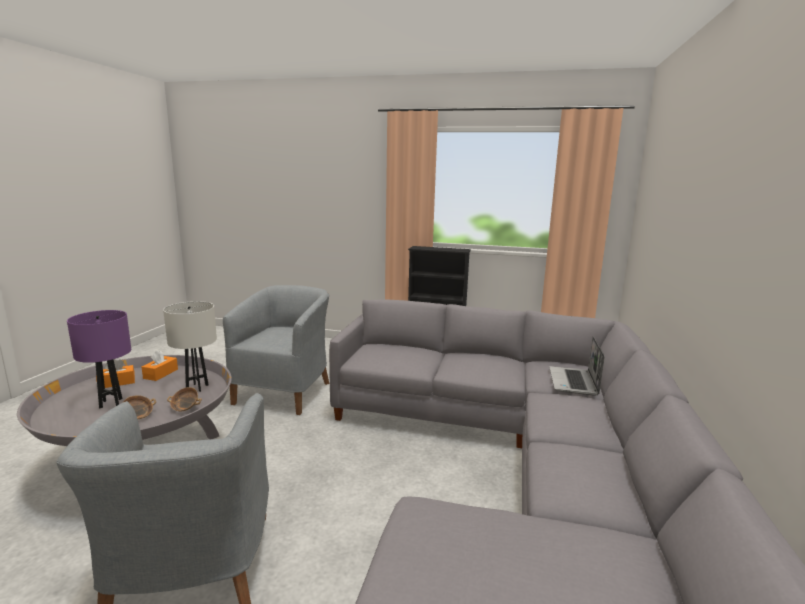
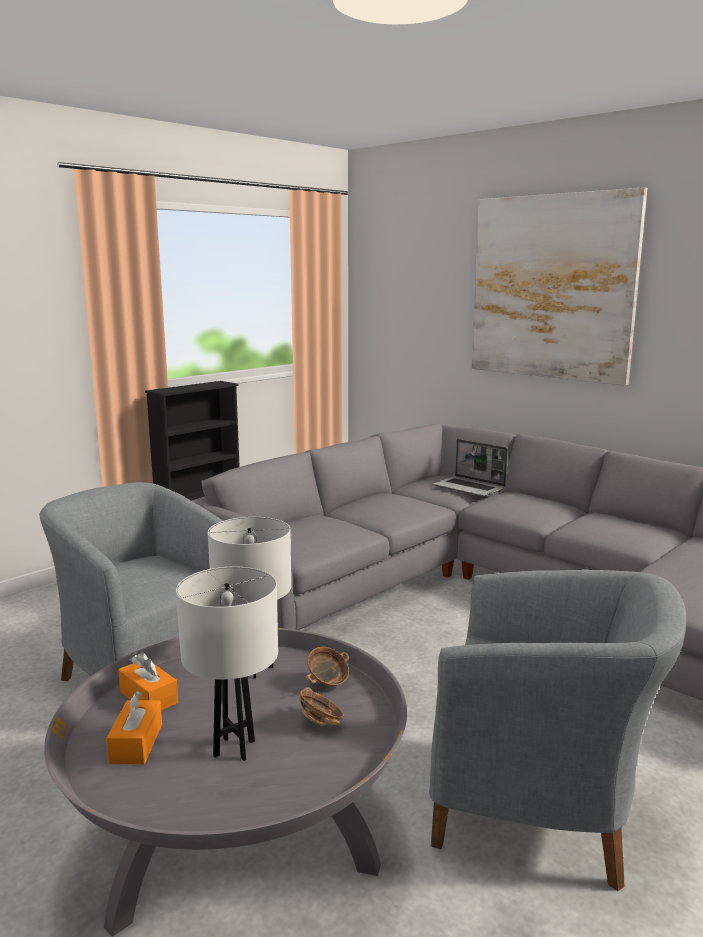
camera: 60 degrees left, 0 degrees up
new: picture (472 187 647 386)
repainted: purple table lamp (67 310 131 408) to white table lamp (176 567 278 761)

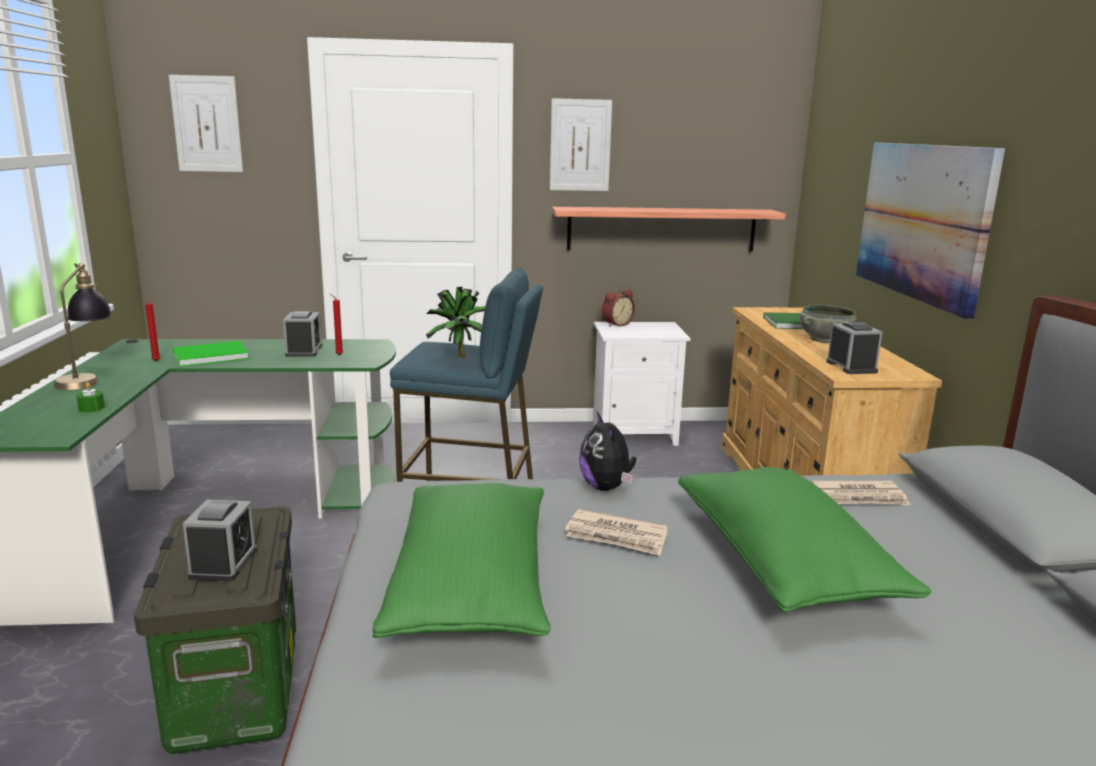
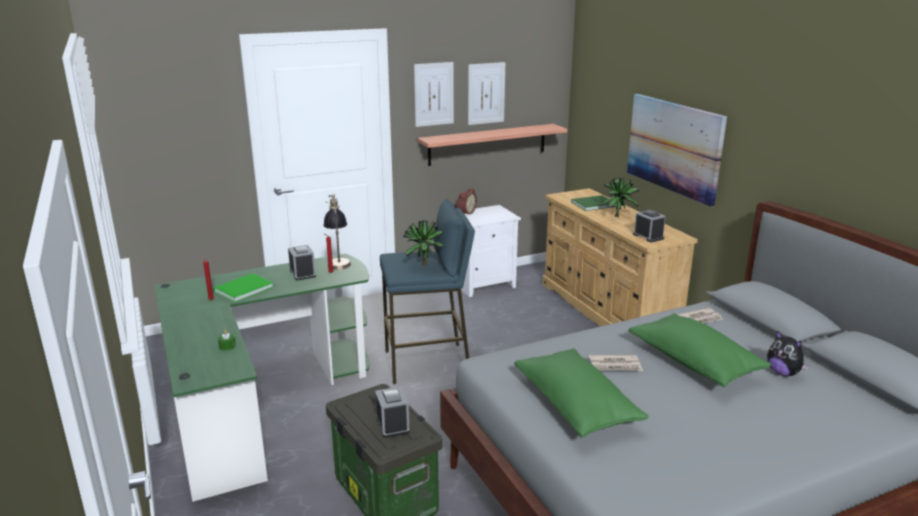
camera: 20 degrees left, 5 degrees up
shifted: table lamp (54 263 112 390) to (323 194 351 270); picture (169 75 243 172) to (468 62 505 125); plush toy (579 411 636 491) to (767 331 810 376)
swapped: grey bowl (800 305 857 343) to potted plant (602 178 640 217)

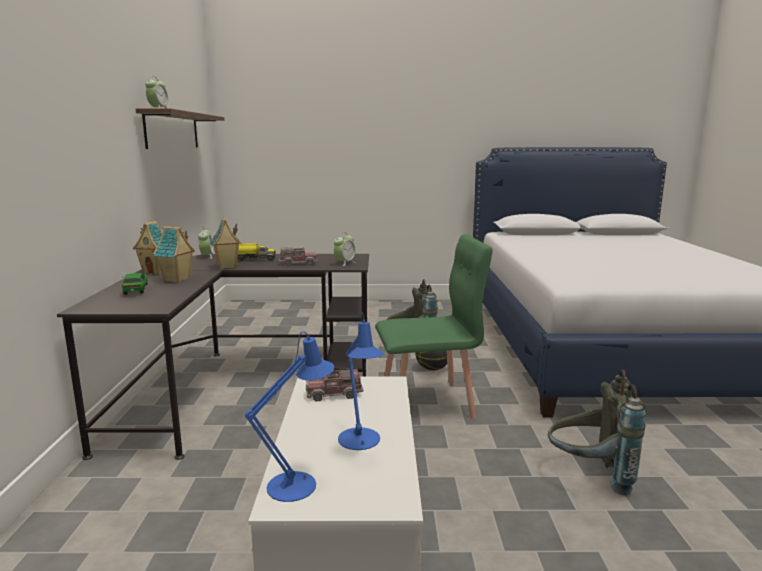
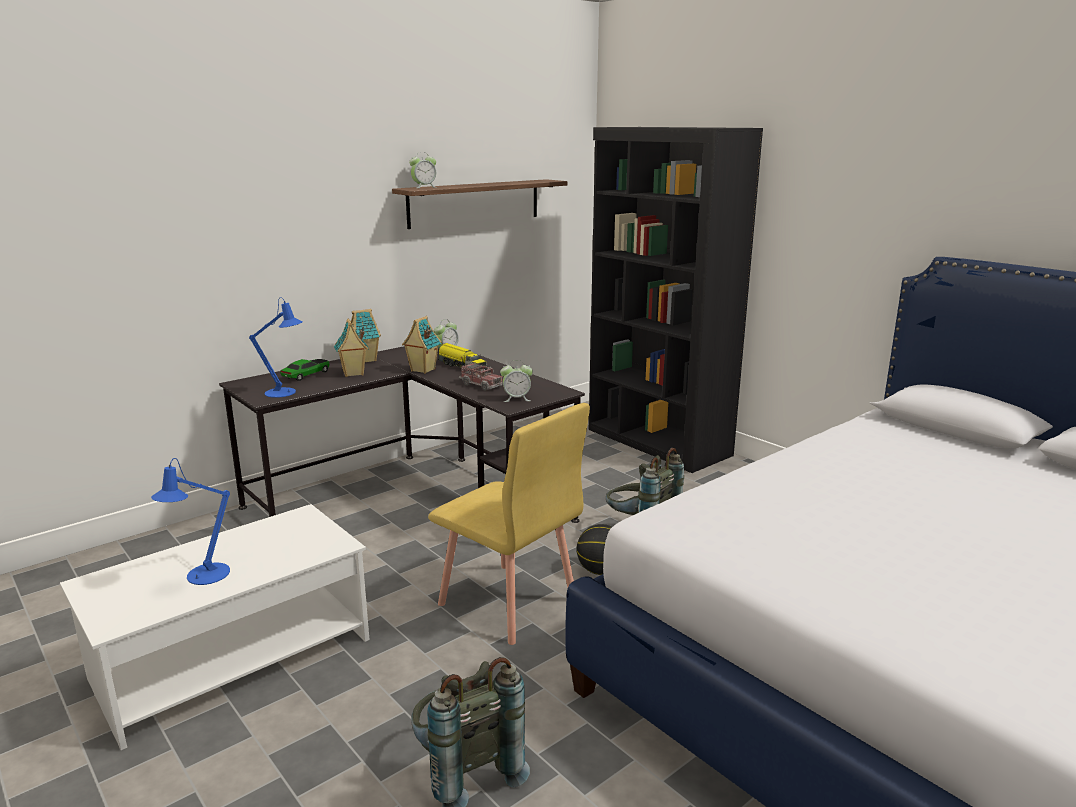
camera: 50 degrees right, 5 degrees up
gone: toy truck (306 368 364 402)
new: black bookcase (589 127 763 473)
shifted: blue table lamp (245 331 334 502) to (249 297 303 398)
repainted: green chair (375 234 493 419) to yellow chair (428 403 590 645)

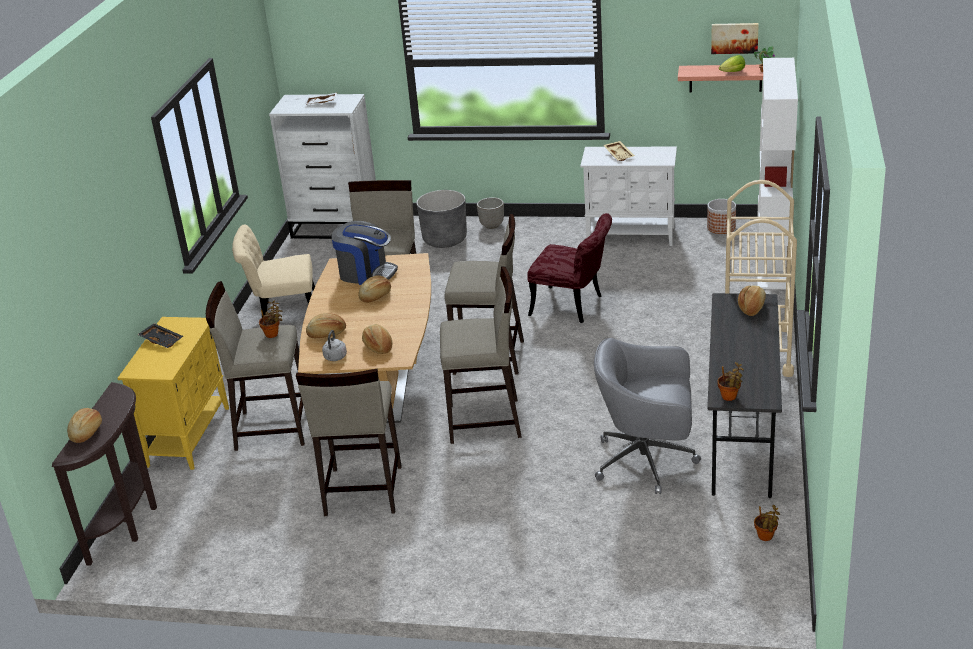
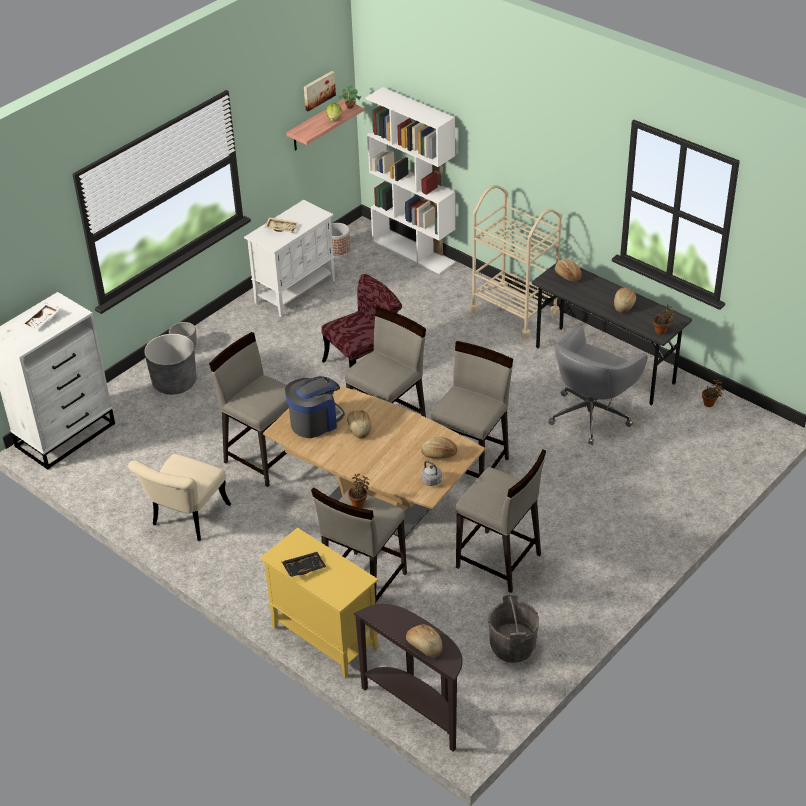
camera: 60 degrees left, 10 degrees up
new: grey bucket (488 594 539 662)
shifted: bread (306 313 346 338) to (614 287 636 313)

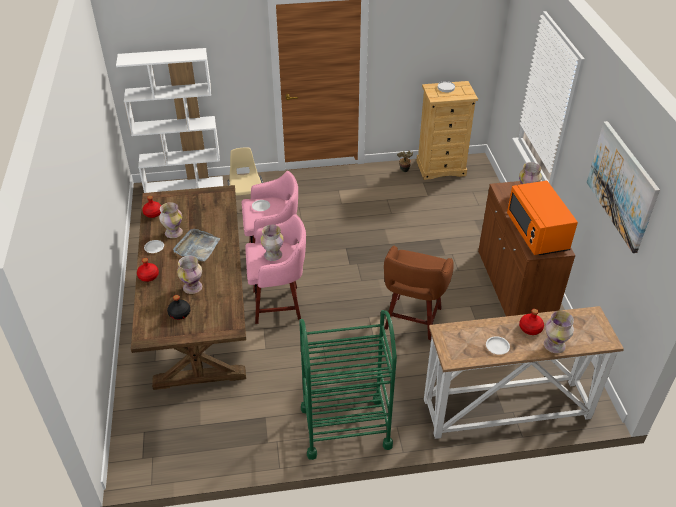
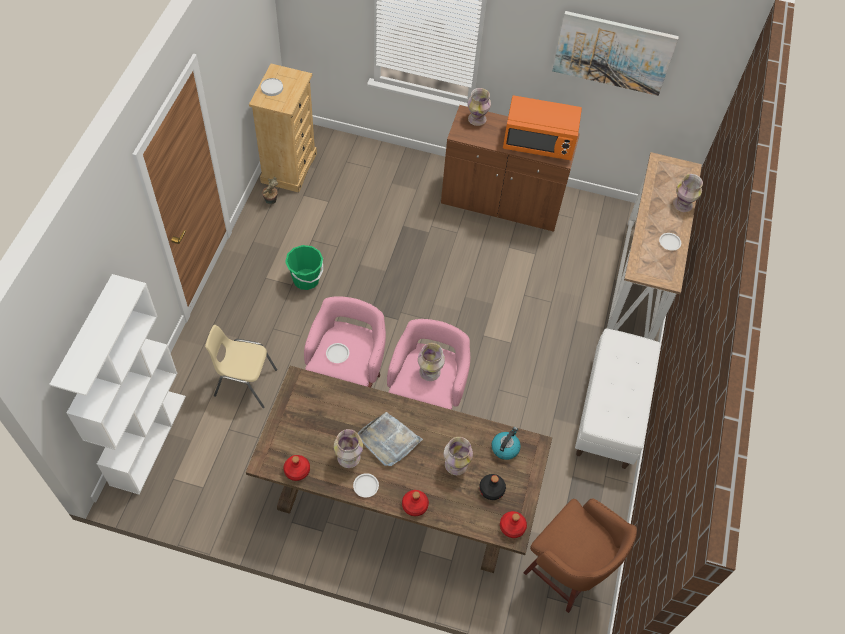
camera: 70 degrees left, 15 degrees up
new: green bucket (285 245 323 290); kettle (492 427 521 460)
shifted: brown stool (384 246 454 340) to (523 499 637 613); red bottle (519 309 544 335) to (500 511 527 538)
swapped: green cart (299 310 397 460) to white bench (575 328 660 469)

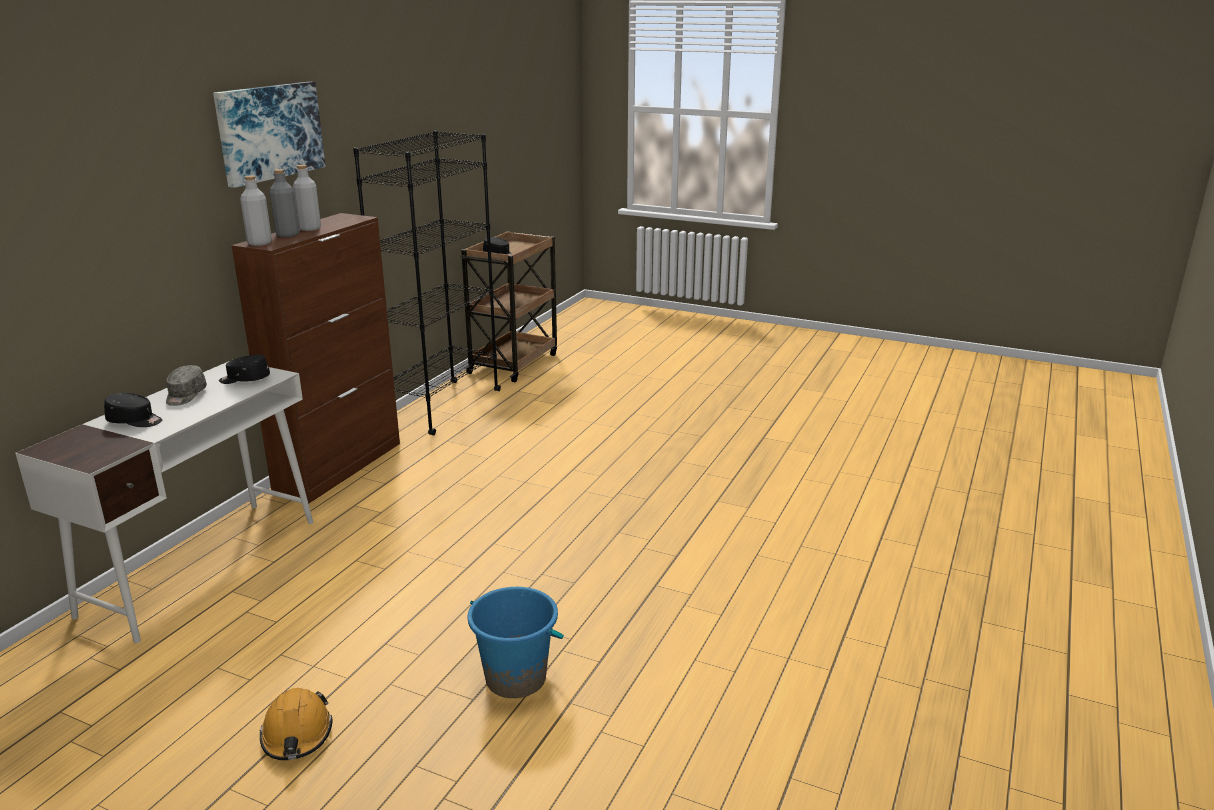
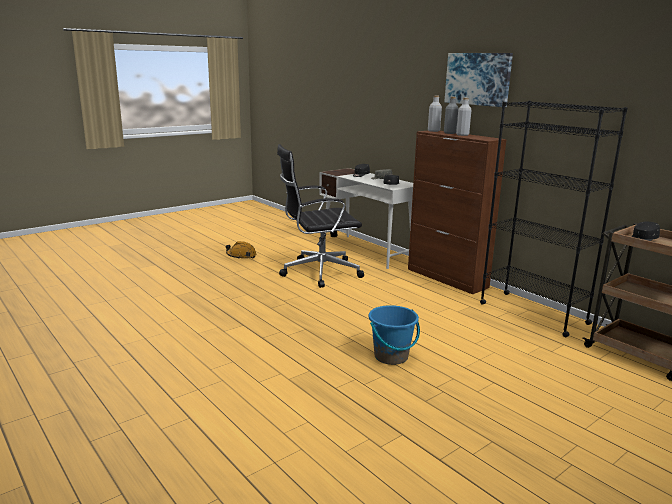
camera: 115 degrees right, 5 degrees down
new: black office chair (277 144 364 288)
shifted: blue bucket (468 587 564 698) to (369 305 420 365)

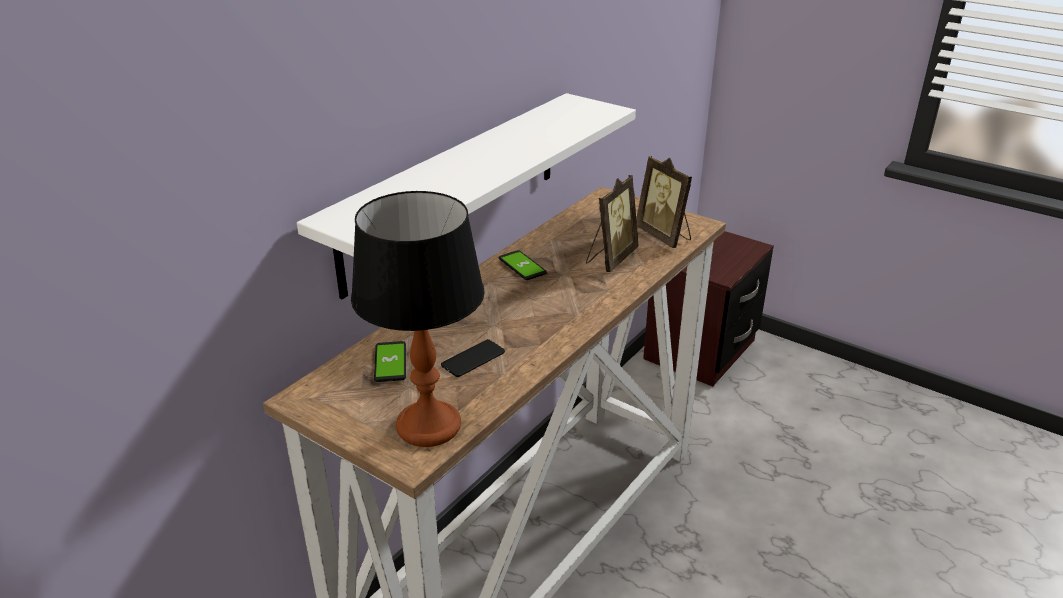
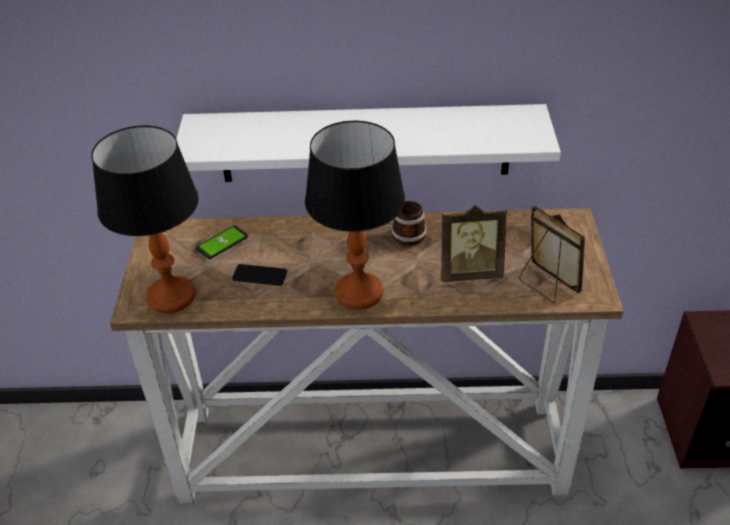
camera: 55 degrees right, 10 degrees up
new: table lamp (305 121 405 310)
swapped: phone (499 250 547 280) to mug (385 201 427 246)
rotated: picture frame (636 156 692 248) = (519 206 585 303) 120 degrees clockwise

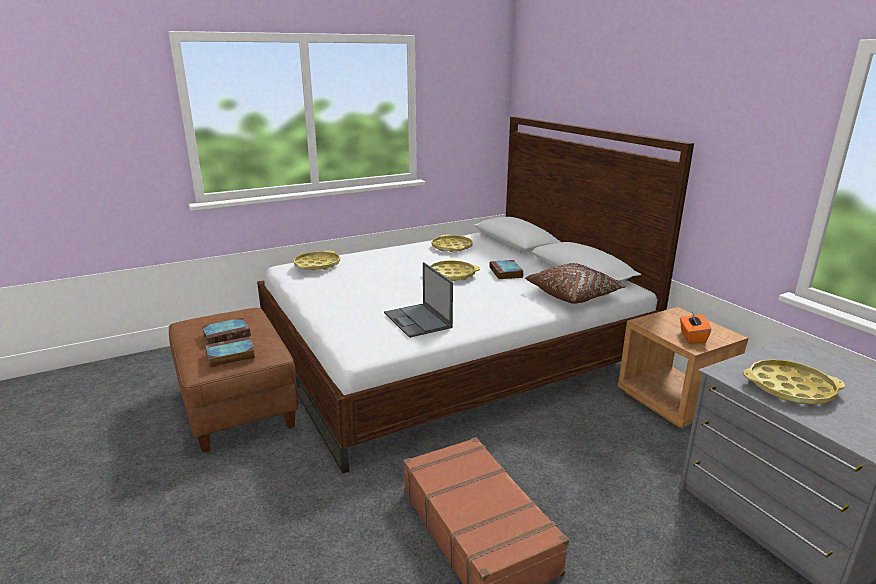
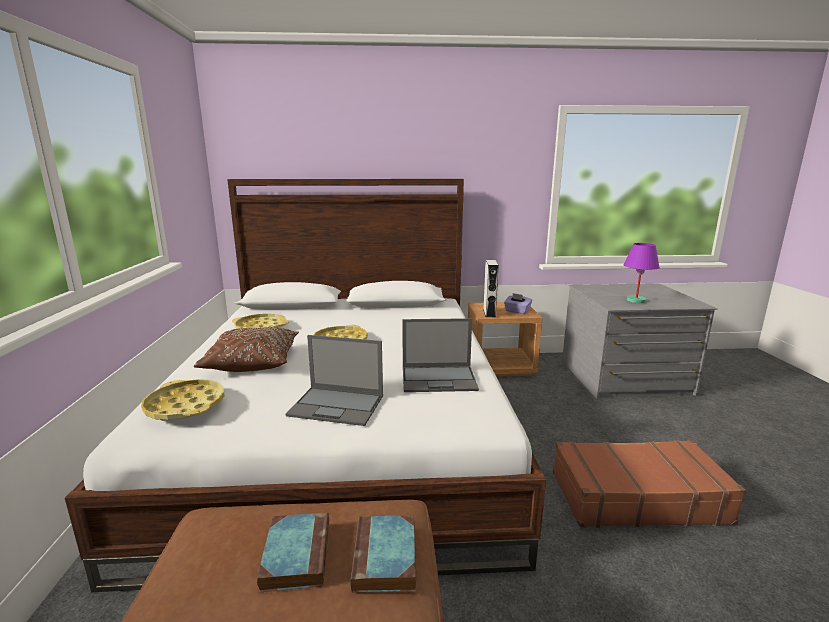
camera: 65 degrees left, 5 degrees down
gone: book (489 260 524 279)
new: laptop (286 335 383 426); grey speaker (483 260 499 317)
shifted: brown pillow (525 263 627 304) to (194 327 299 372)
swapped: yellow tray (743 359 845 404) to purple table lamp (624 243 660 303)
repainted: orange tissue box (680 312 711 343) to purple tissue box (504 293 532 314)

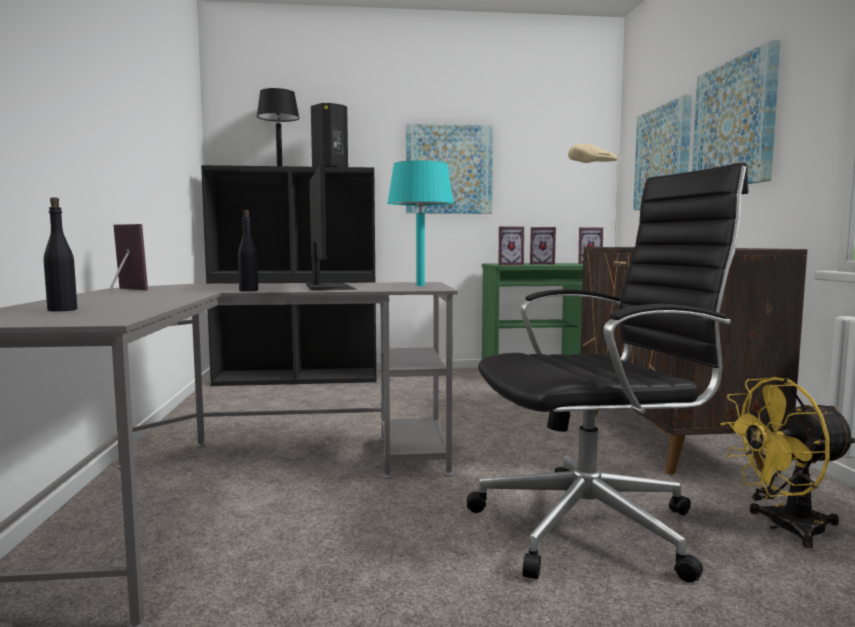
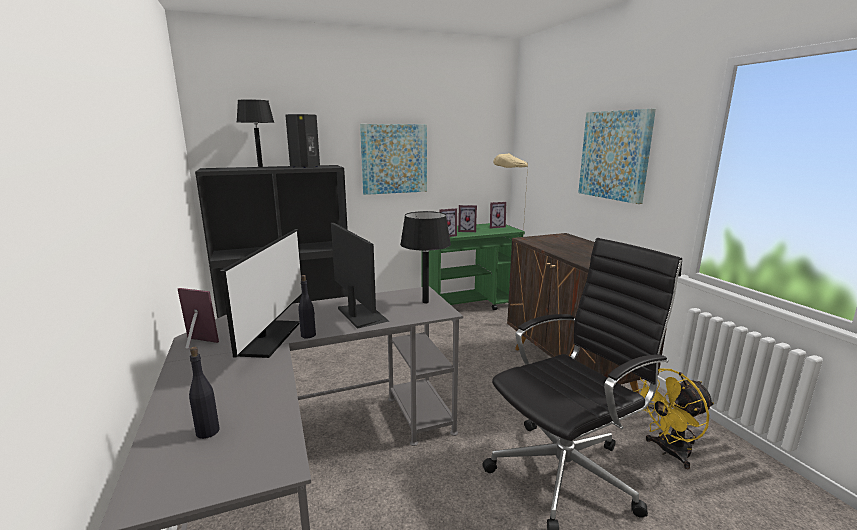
camera: 15 degrees left, 10 degrees up
gone: picture (633 94 692 210)
new: monitor (220 229 302 358)
repainted: turquoise table lamp (387 160 454 286) to black table lamp (400 211 451 303)

